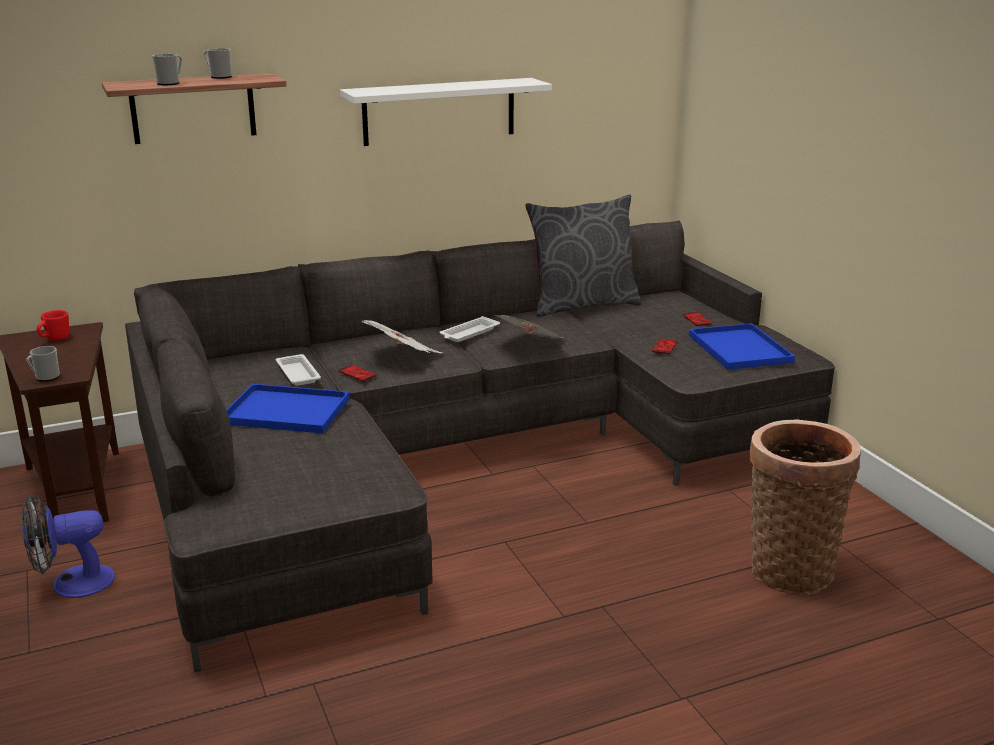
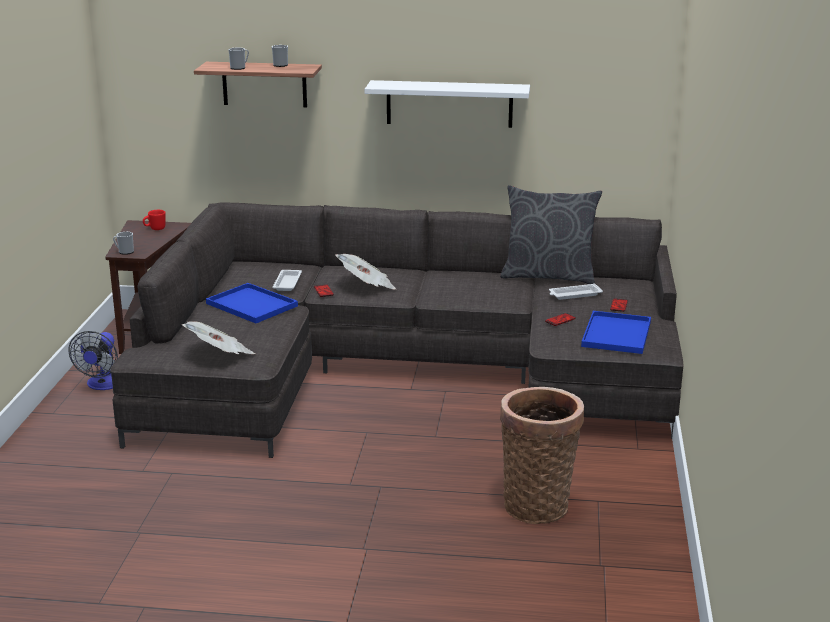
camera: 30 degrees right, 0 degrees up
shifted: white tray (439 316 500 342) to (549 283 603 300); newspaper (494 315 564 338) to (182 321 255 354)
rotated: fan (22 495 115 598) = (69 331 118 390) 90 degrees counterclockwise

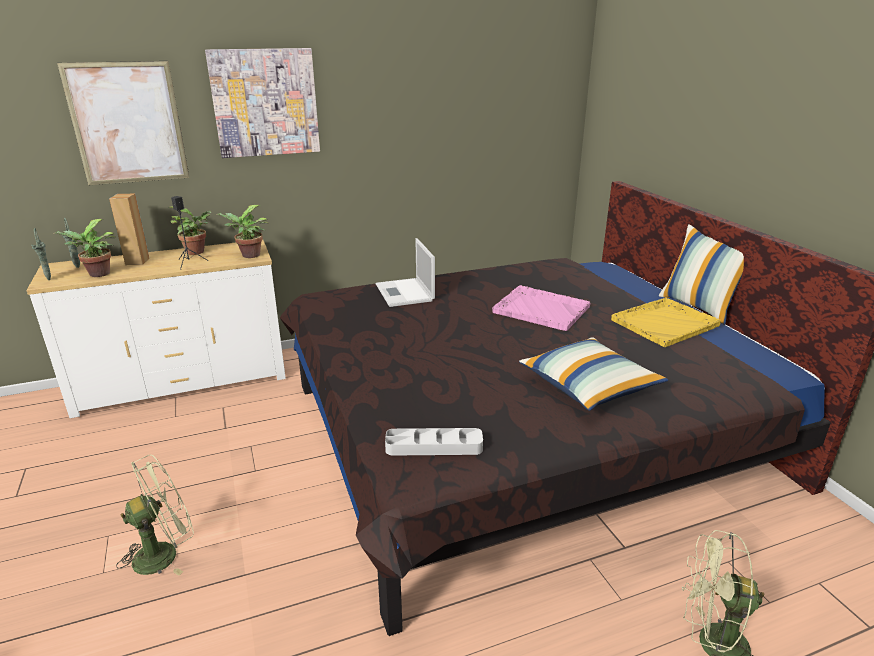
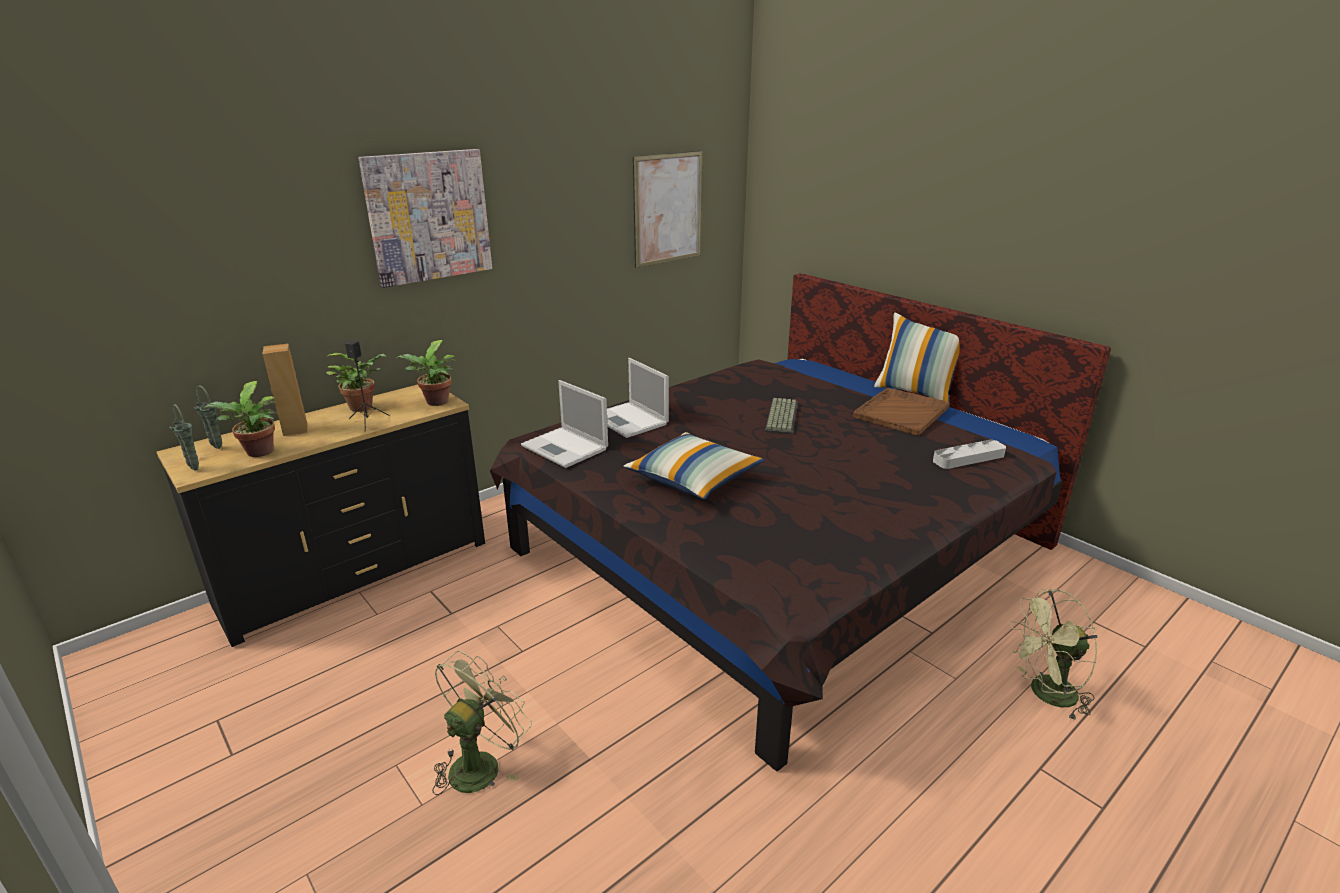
camera: 20 degrees left, 0 degrees up
new: laptop (521 380 608 468)
shifted: picture (57 61 190 185) to (633 151 702 268); grey tray (385 428 483 456) to (933 440 1006 469); pillow (519 337 668 411) to (623 432 765 500)
swapped: pink tray (492 285 590 331) to keyboard (765 398 798 435)
repainted: white dresser (26 240 286 418) to black dresser (157 385 485 647); yellow tray (611 297 721 347) to brown tray (853 387 949 436)

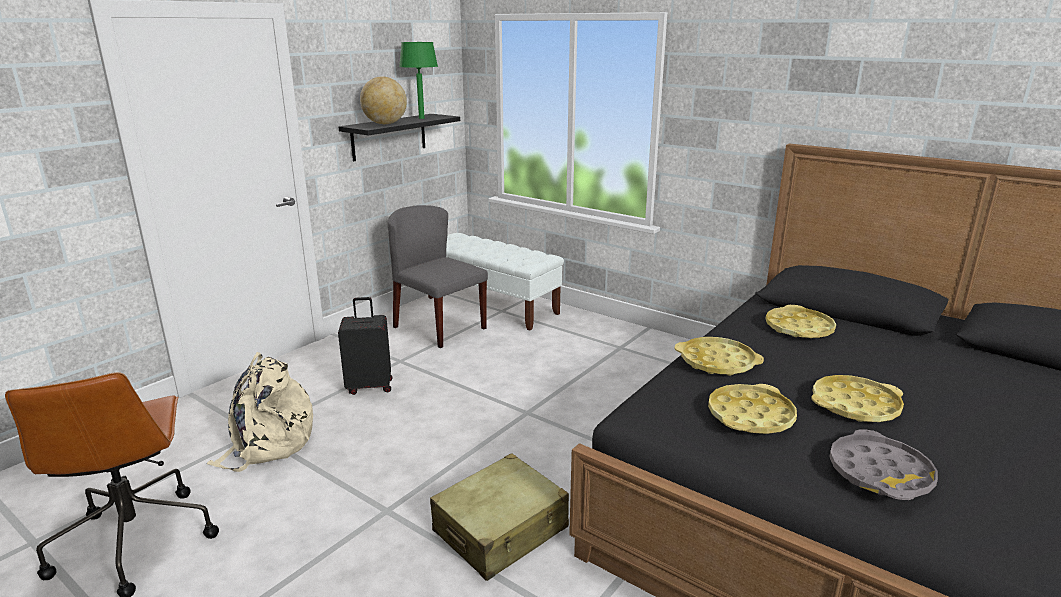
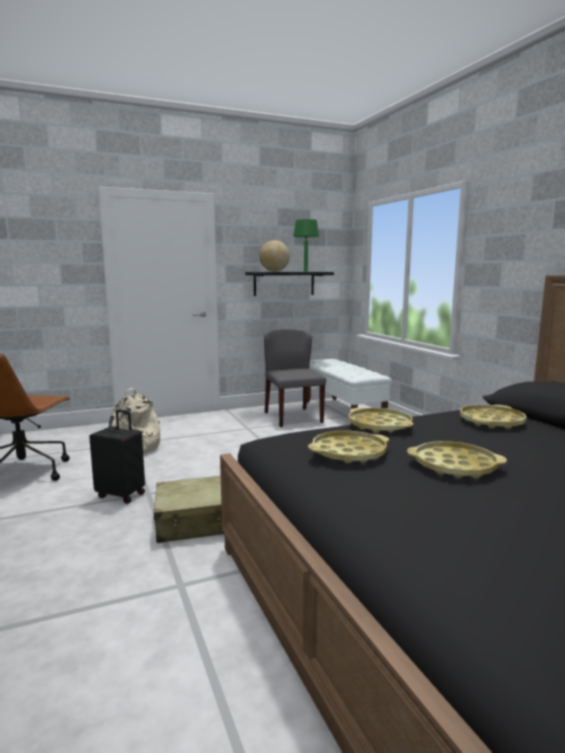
camera: 30 degrees right, 10 degrees down
gone: grey tray (829 429 938 500)
shifted: black suitcase (338 297 392 395) to (89 410 145 504)

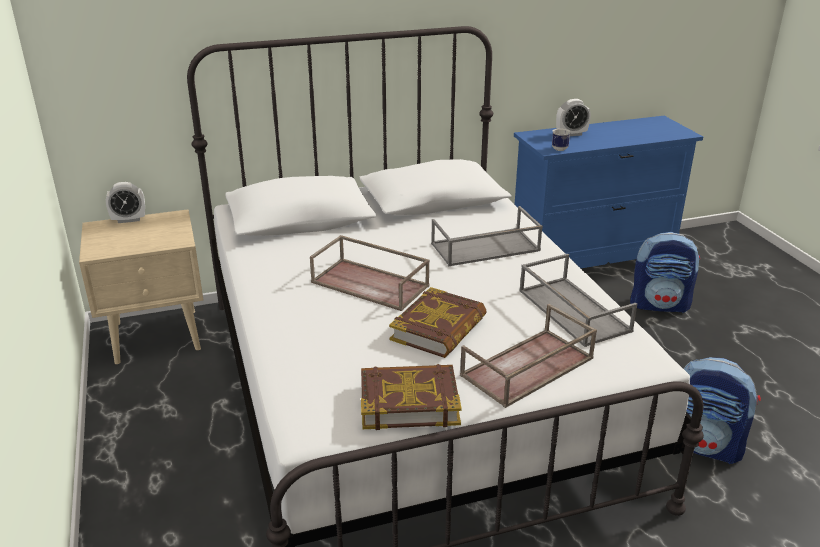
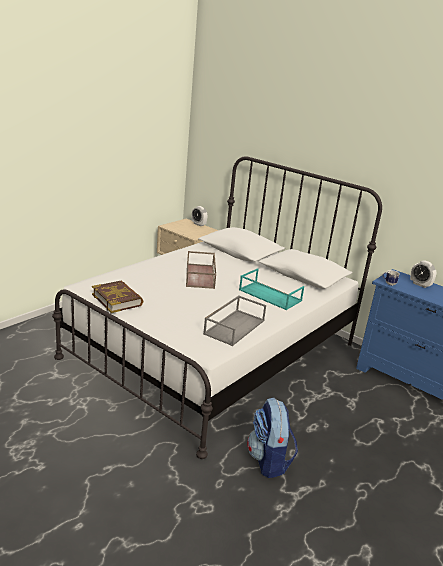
camera: 55 degrees right, 5 degrees down
gone: book (389 287 487 358); brown tray (460 304 597 408); backpack (630 232 700 313)
repainted: grey tray (431 206 543 266) to turquoise tray (239 268 304 310)

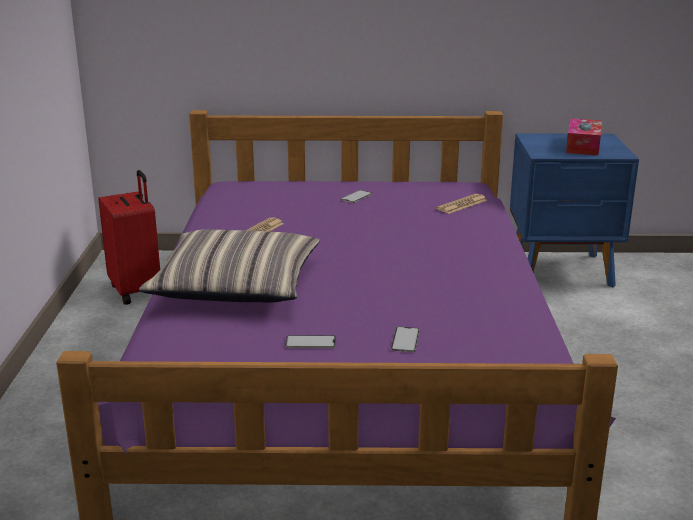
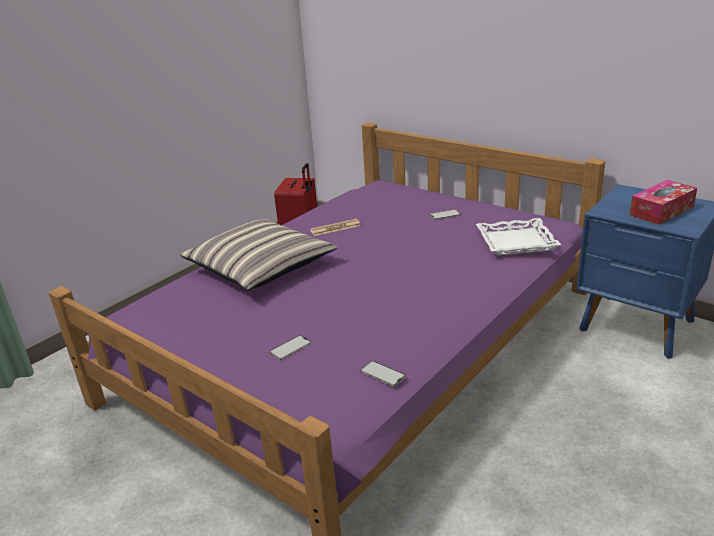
camera: 40 degrees right, 5 degrees up
shifted: phone (285 335 336 348) to (360 361 406 387)
swapped: newspaper (436 194 487 214) to white tray (476 218 561 255)

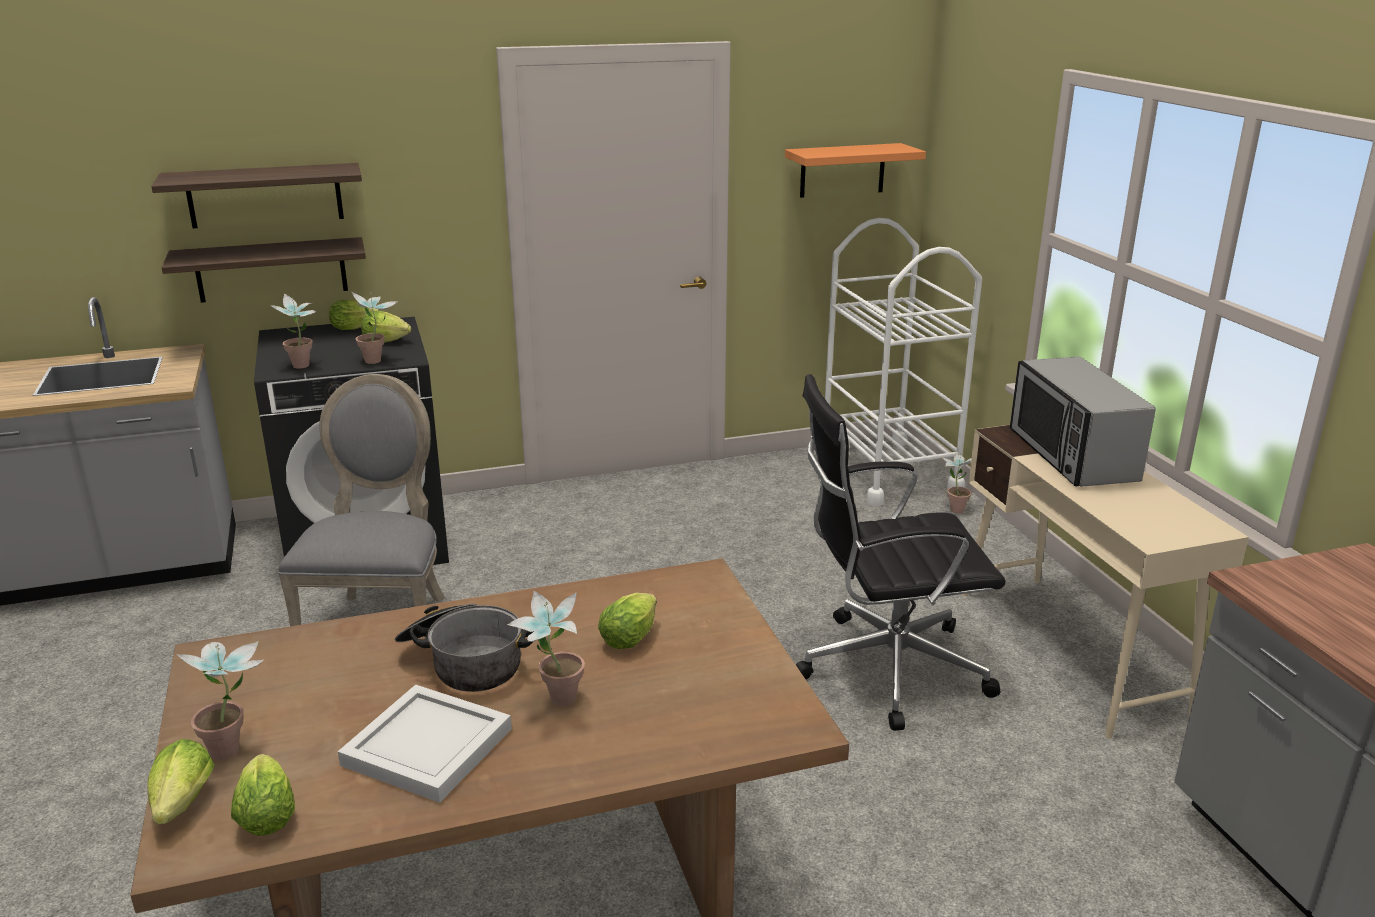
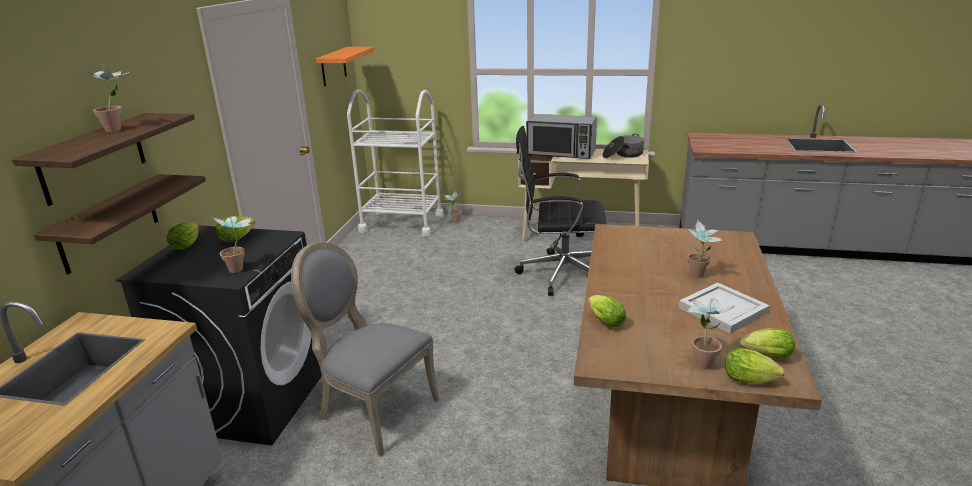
camera: 60 degrees left, 0 degrees up
shifted: potted plant (352 292 398 364) to (84 64 129 132); cooking pot (395 604 534 692) to (602 134 645 158); lettuce (598 593 657 649) to (588 295 626 328)
rotated: black office chair (796 374 1006 731) = (515 126 606 296) 75 degrees clockwise

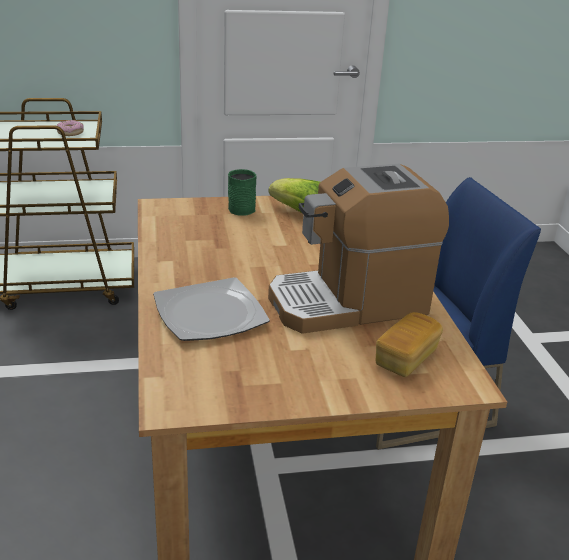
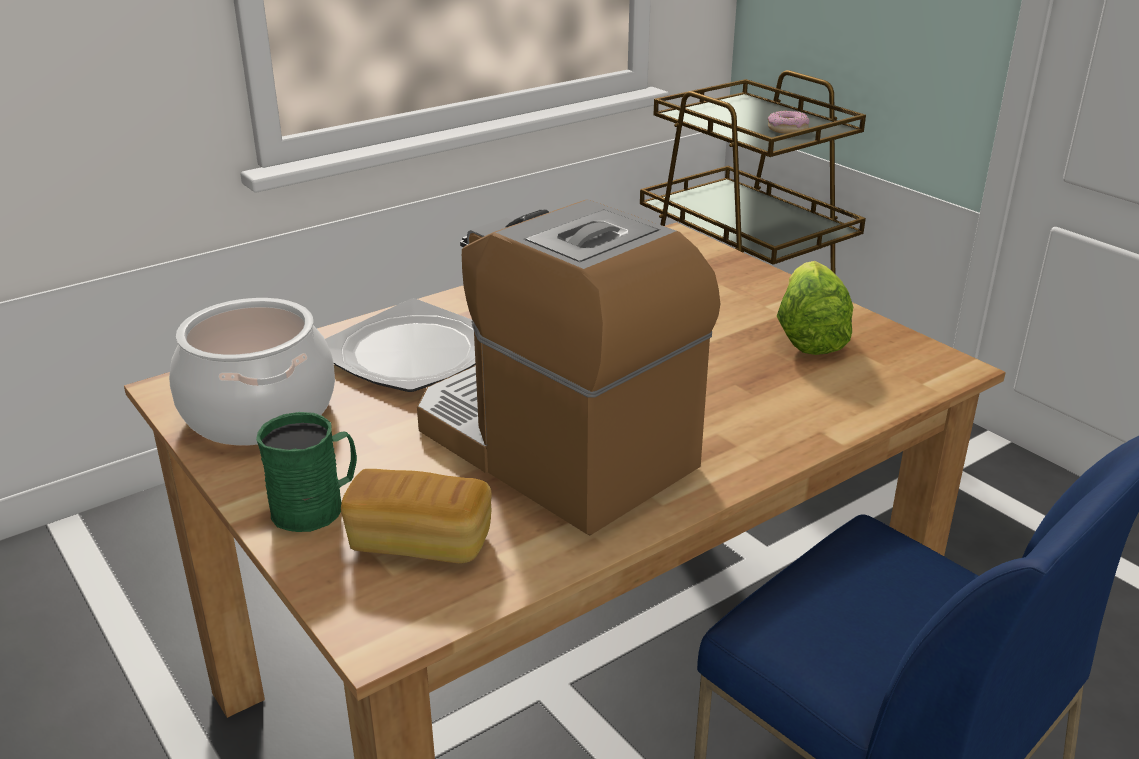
camera: 65 degrees right, 0 degrees up
new: cooking pot (169 298 335 446)
shifted: green mug (228 169 256 216) to (256 412 357 532)

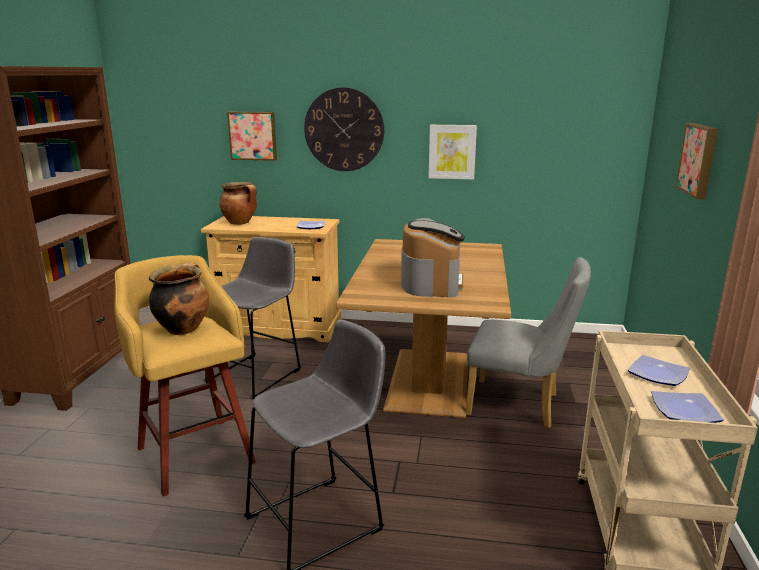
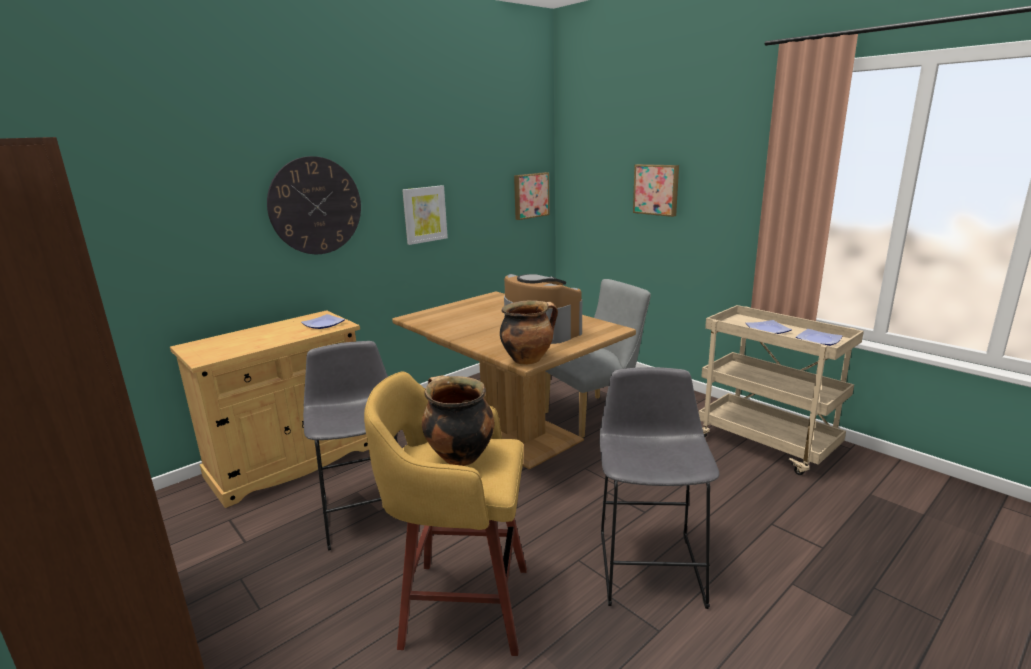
camera: 50 degrees left, 0 degrees up
shifted: cooking pot (219 182 257 225) to (500 300 558 365); picture (227 112 277 161) to (514 172 549 220)

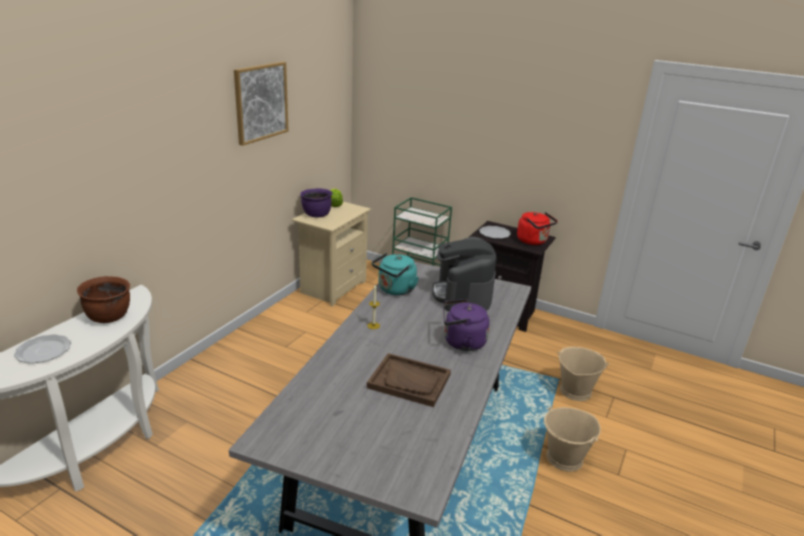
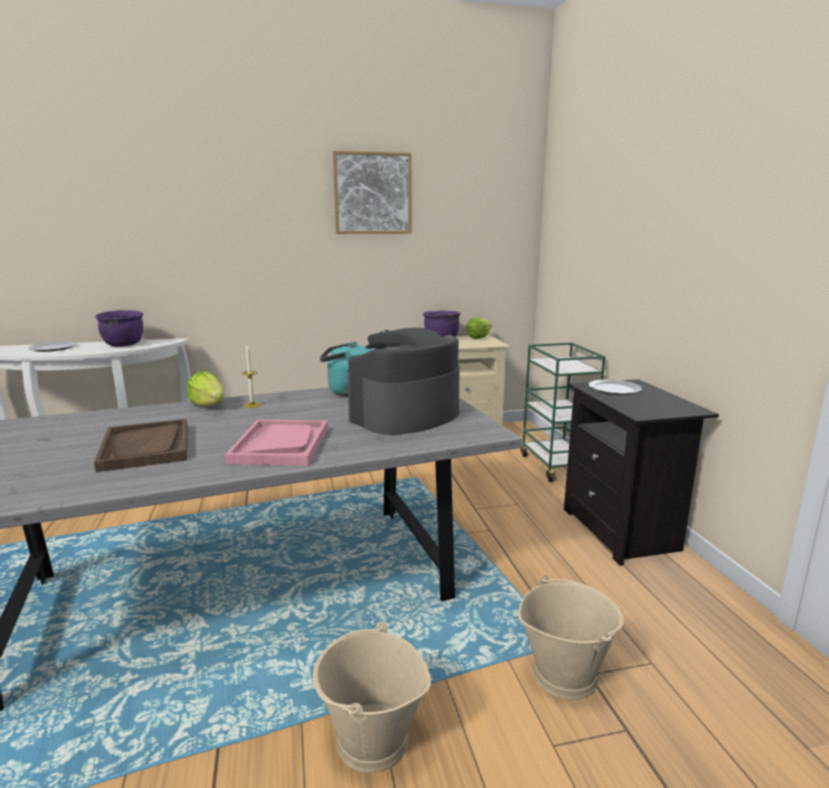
camera: 50 degrees right, 10 degrees down
gone: red kettle (517 212 558 245)
new: lettuce (187 371 224 407)
swapped: purple kettle (443 299 490 351) to pink tray (225 420 328 466)
repainted: brown cooking pot (77 276 130 323) to purple cooking pot (95 310 143 347)

